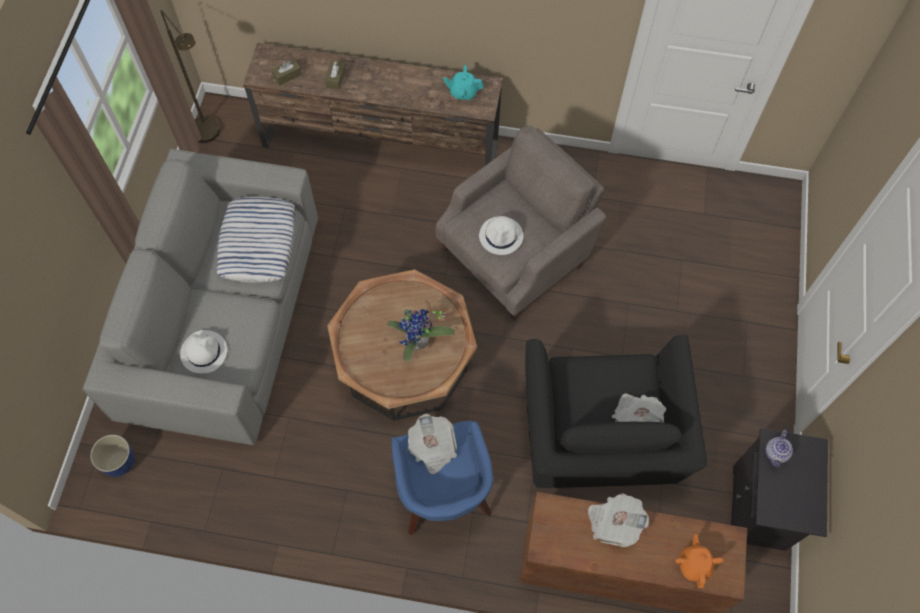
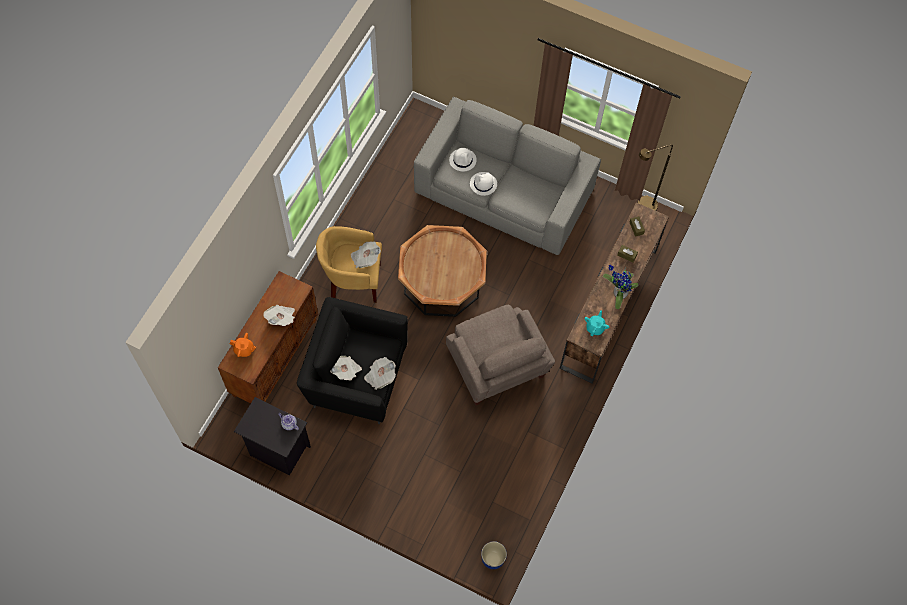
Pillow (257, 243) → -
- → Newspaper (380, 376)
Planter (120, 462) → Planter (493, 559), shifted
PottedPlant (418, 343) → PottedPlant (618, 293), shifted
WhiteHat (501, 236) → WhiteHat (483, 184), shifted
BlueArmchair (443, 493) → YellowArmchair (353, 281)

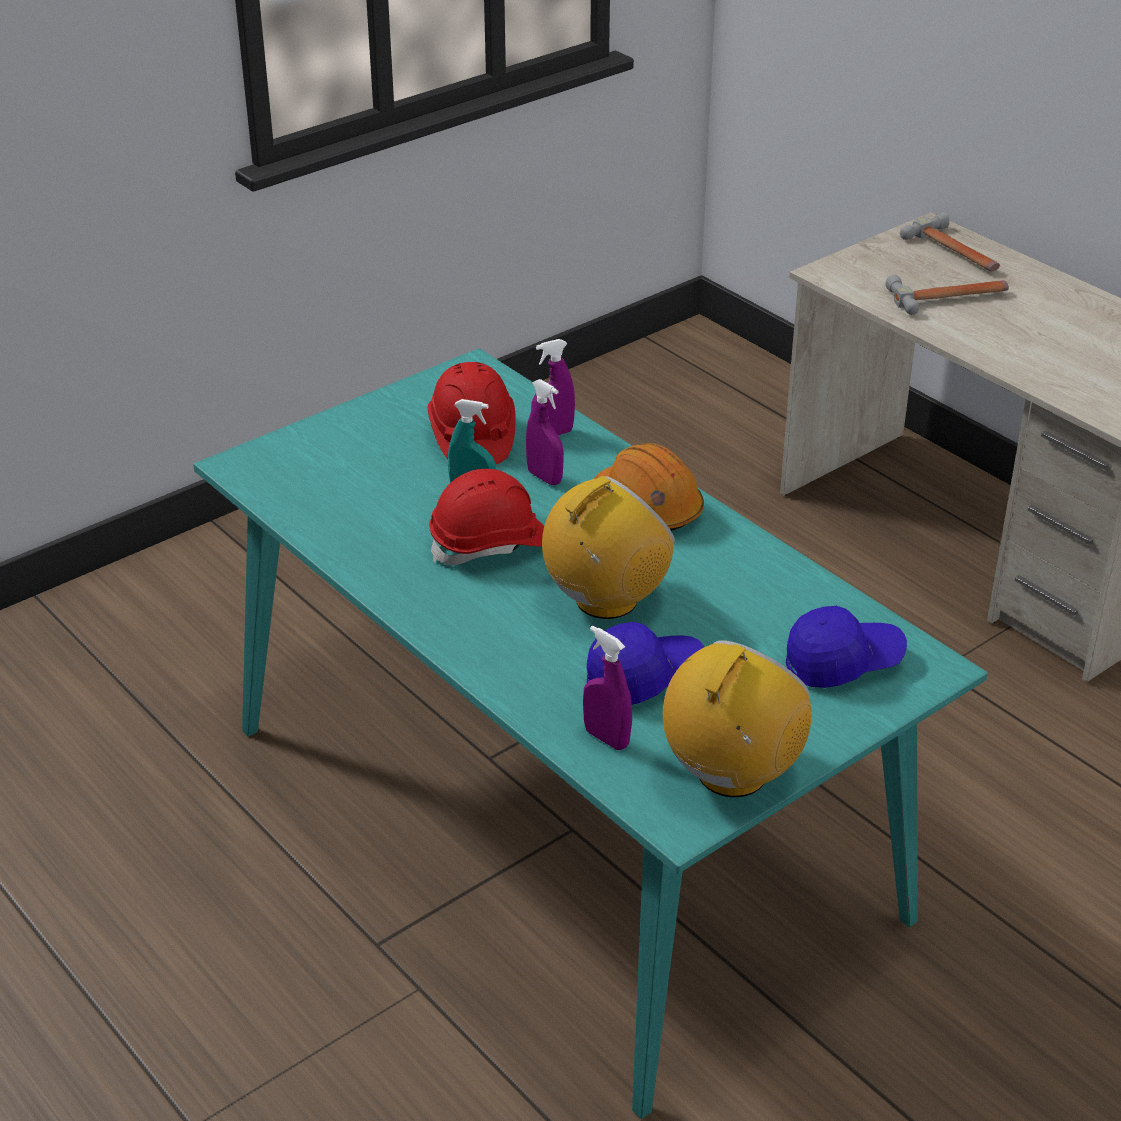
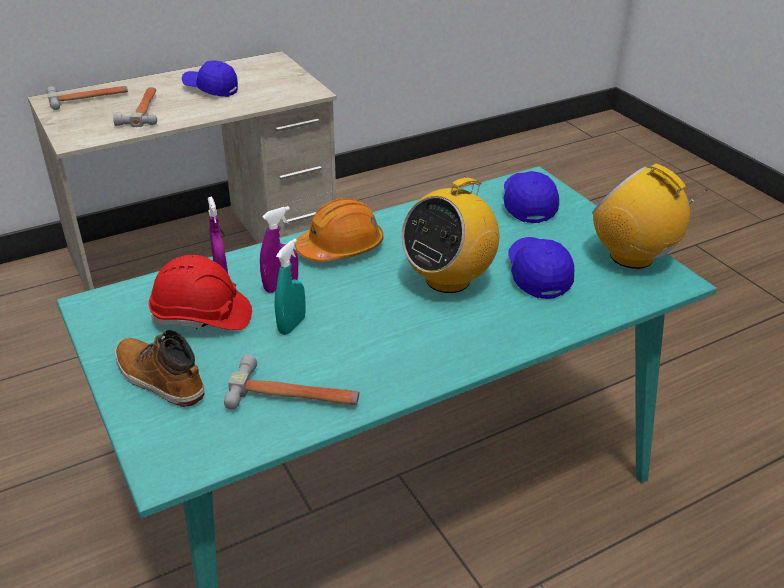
RedHardHat (491, 544) → -
PurpleSprayBottle (606, 738) → -
- → Boot (159, 379)
- → BlueCap (211, 89)
- → Hammer (294, 396)
Radio (606, 600) → Radio (448, 279), 105 degrees counterclockwise

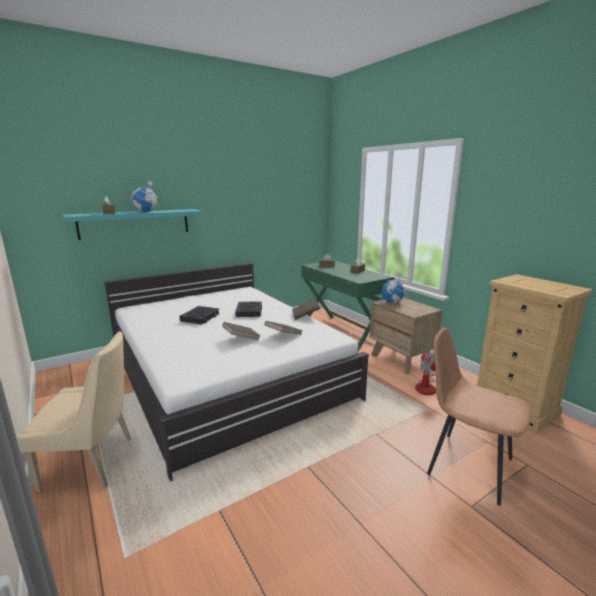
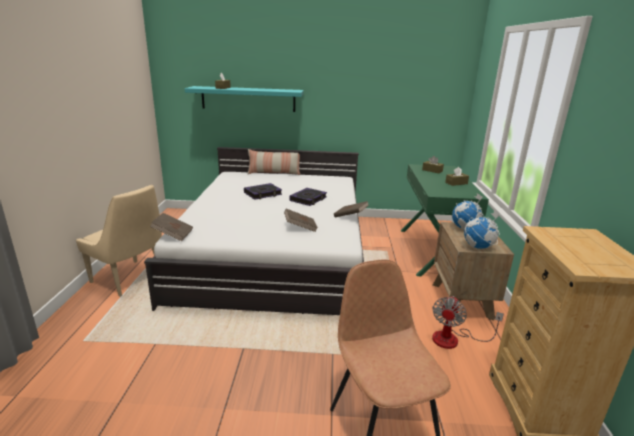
- → Pillow (274, 173)
Globe (146, 212) → Globe (478, 247), shifted
BrownBook (241, 338) → BrownBook (173, 234), shifted

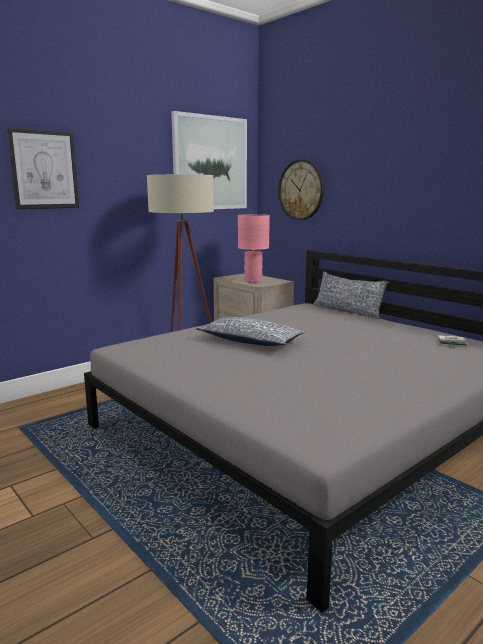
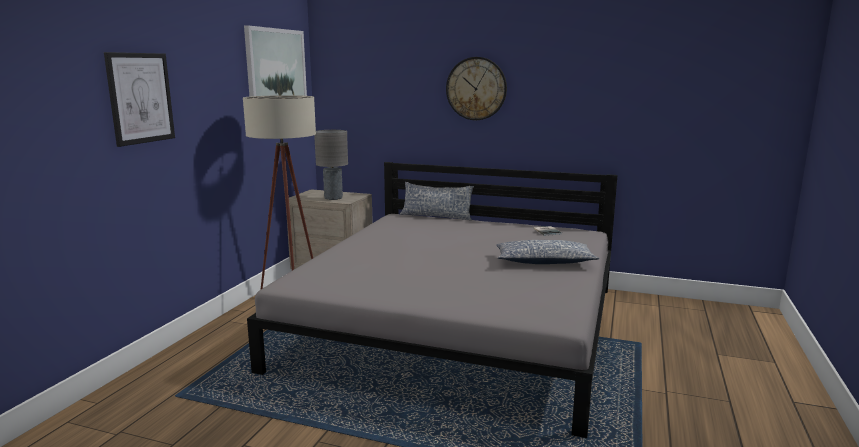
Pillow (250, 341) → Pillow (543, 262), shifted
WallClock (301, 190) → WallClock (476, 88), shifted
PinkTableLamp (253, 281) → GreyTableLamp (333, 198)

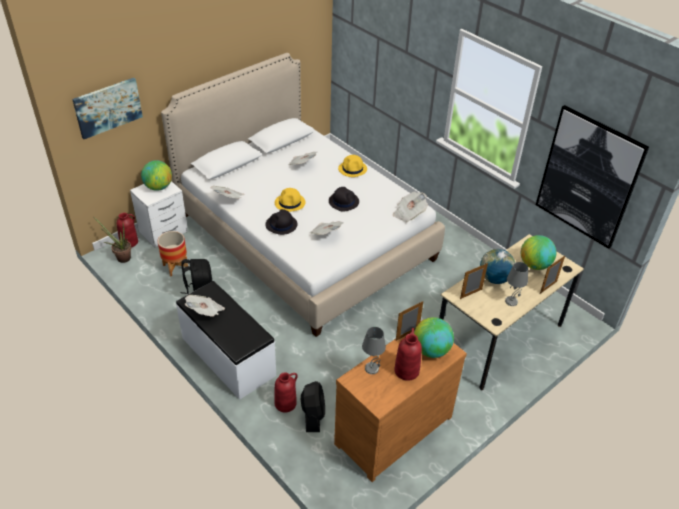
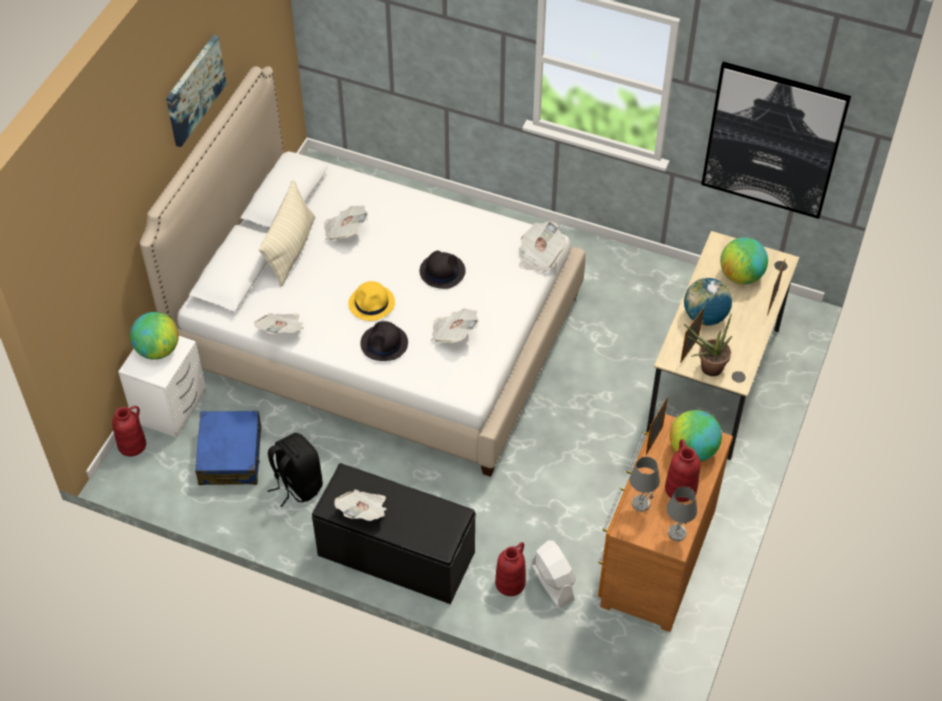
YellowHat (352, 169) → -
- → BeigePillow (291, 249)
Picture (108, 107) → Picture (194, 90), shifted
PottedPlant (121, 257) → PottedPlant (706, 368), shifted
GreyTableLamp (511, 301) → GreyTableLamp (677, 532), shifted
Planter (175, 267) → BlueSuitcase (230, 455)
WhiteBench (227, 357) → BlackBench (396, 554)
BlackFan (313, 414) → WhiteFan (552, 582)

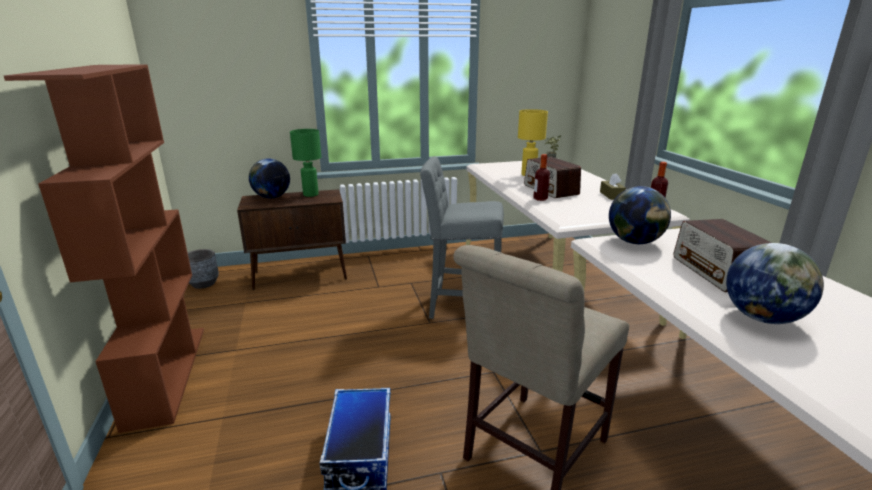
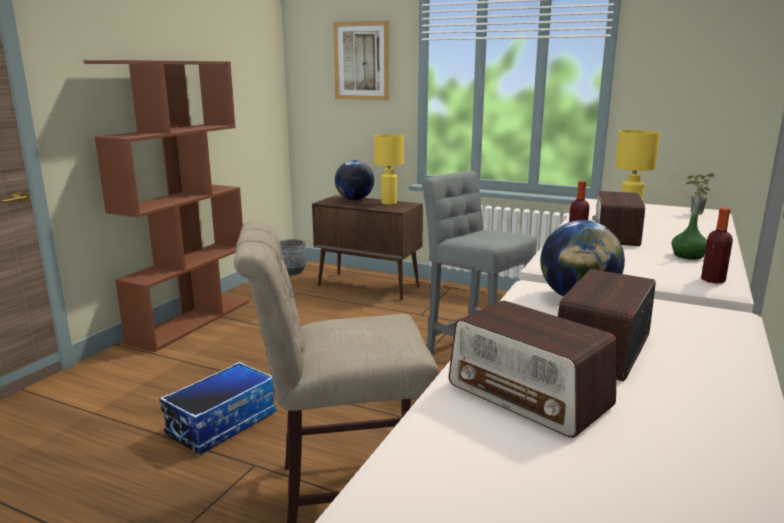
- → Picture (361, 61)
BrownTissueBox (611, 195) → GreenBottle (688, 256)
Globe (762, 318) → Radio (529, 396)
GreenTableLamp (311, 194) → YellowTableLamp (389, 203)

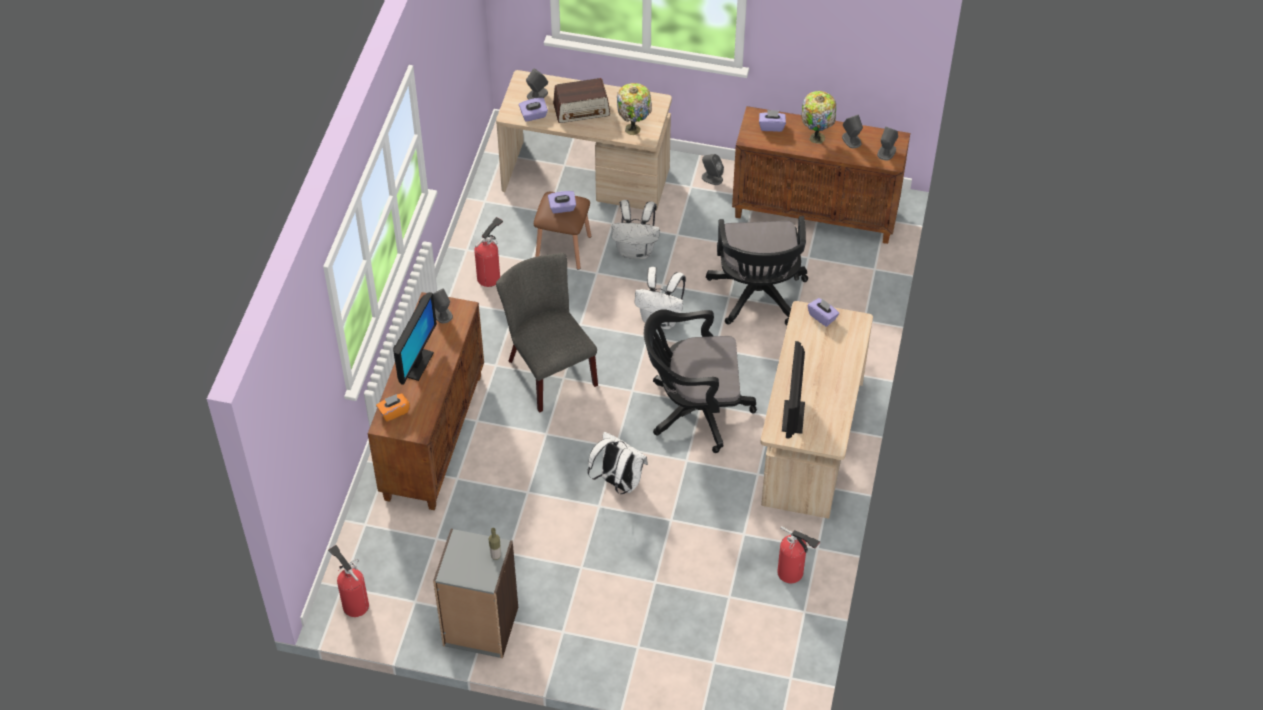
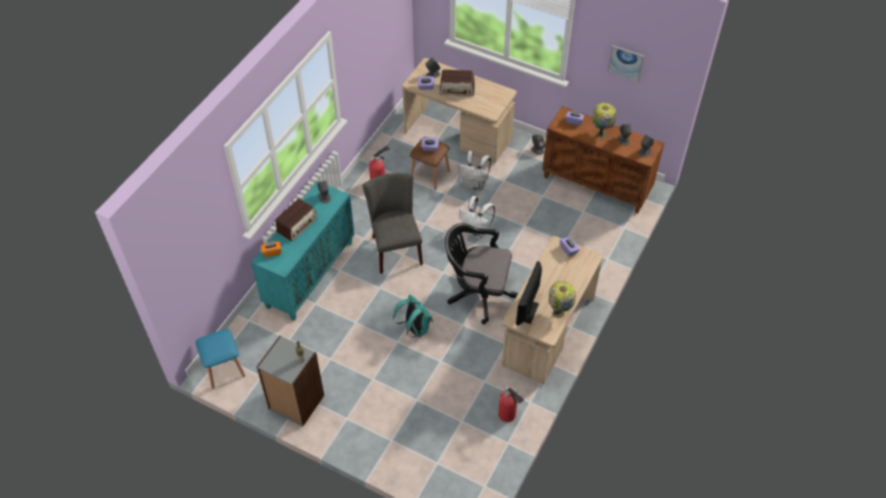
BlackOfficeChair (757, 296) → -
- → Picture (626, 63)
TableLamp (634, 129) → TableLamp (559, 312), shifted
FireExtinguisher (354, 603) → BlueStool (224, 368)
Monitor (416, 364) → Radio (297, 225)
BrownCabinet (433, 436) → TurquoiseCabinet (310, 274)
WhiteBackpack (618, 482) → TurquoiseBackpack (414, 329)

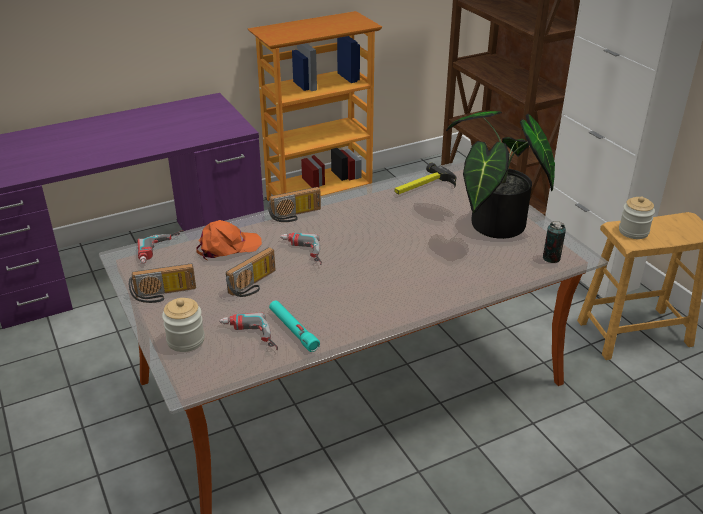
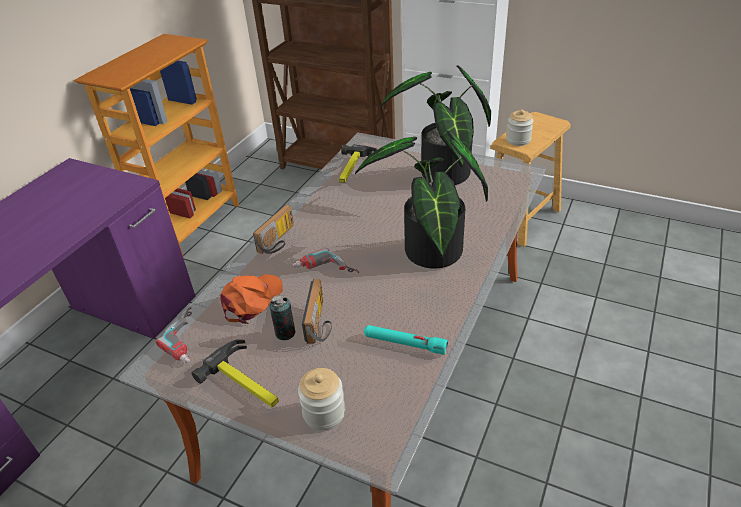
PowerDrill (248, 338) → -
- → PottedPlant (430, 255)
Can (551, 258) → Can (285, 333), shifted
Radio (164, 295) → Hammer (246, 381)

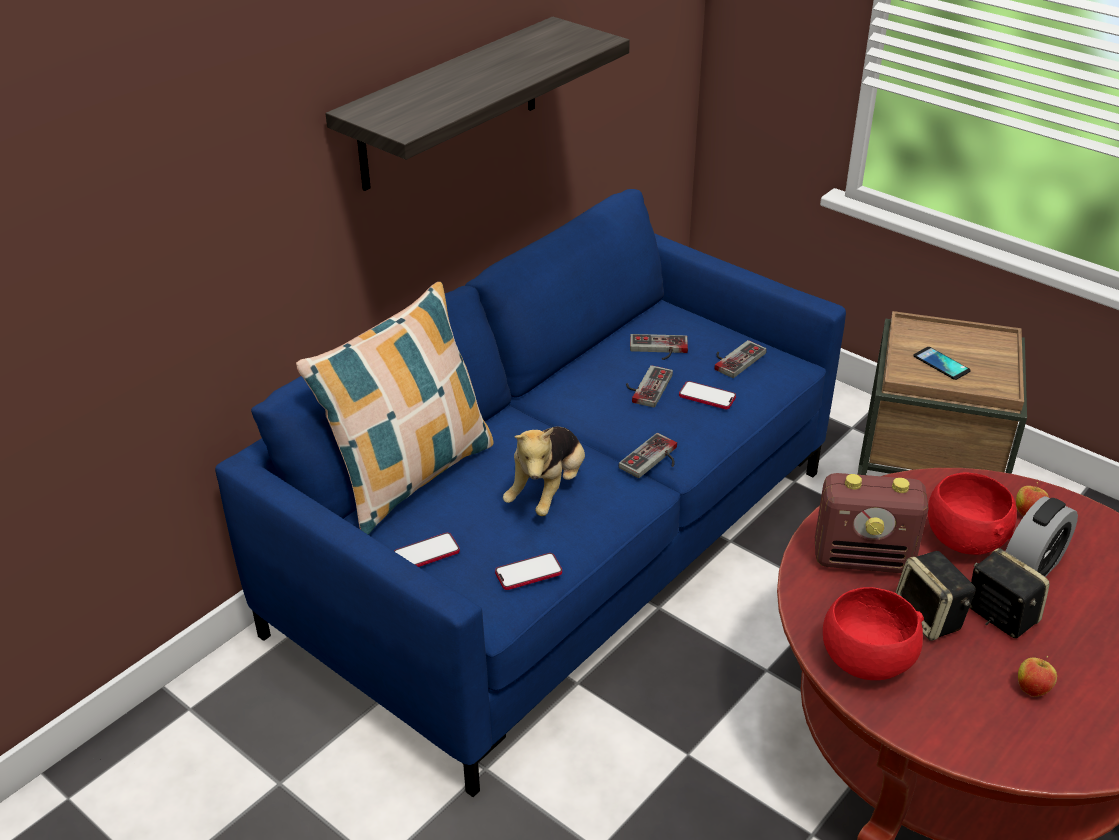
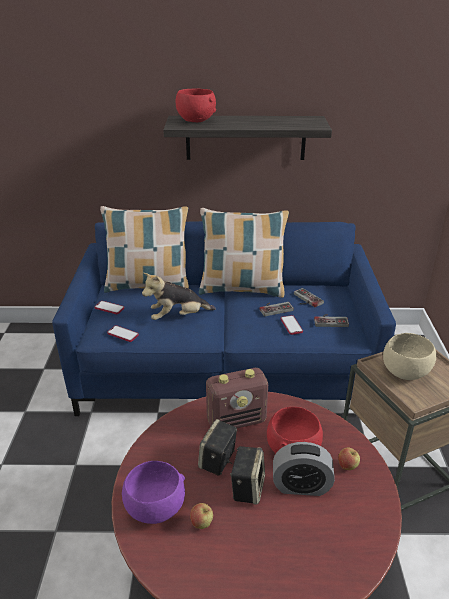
GameController (654, 460) → -
- → PurpleBowl (154, 509)
- → Pillow (242, 289)
RedBowl (864, 661) → RedBowl (195, 121), shifted
Phone (941, 364) → BeigeBowl (404, 373)
Radio (864, 559) → Radio (237, 420), 75 degrees counterclockwise

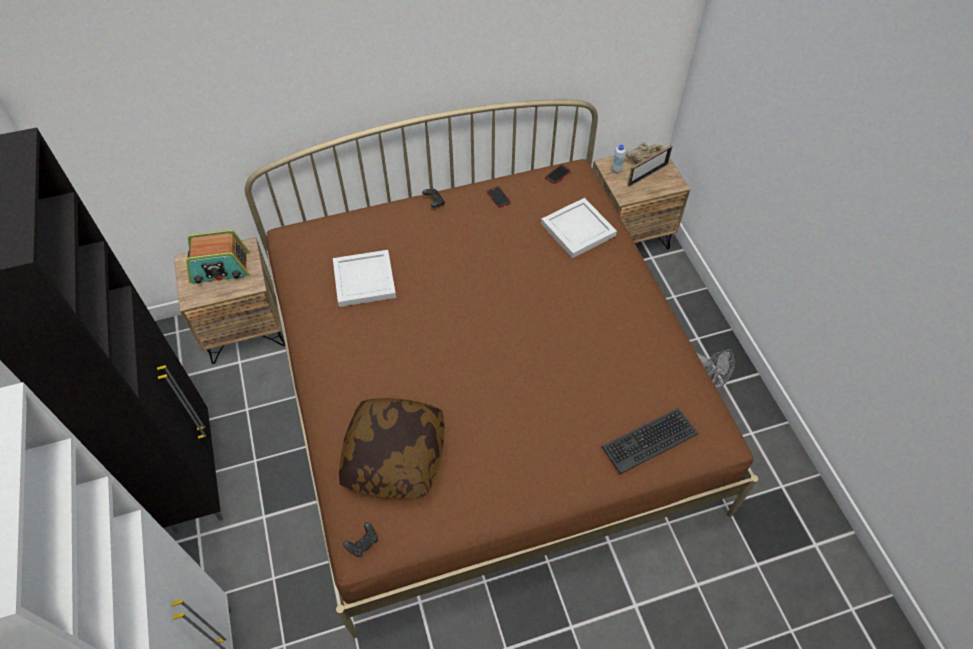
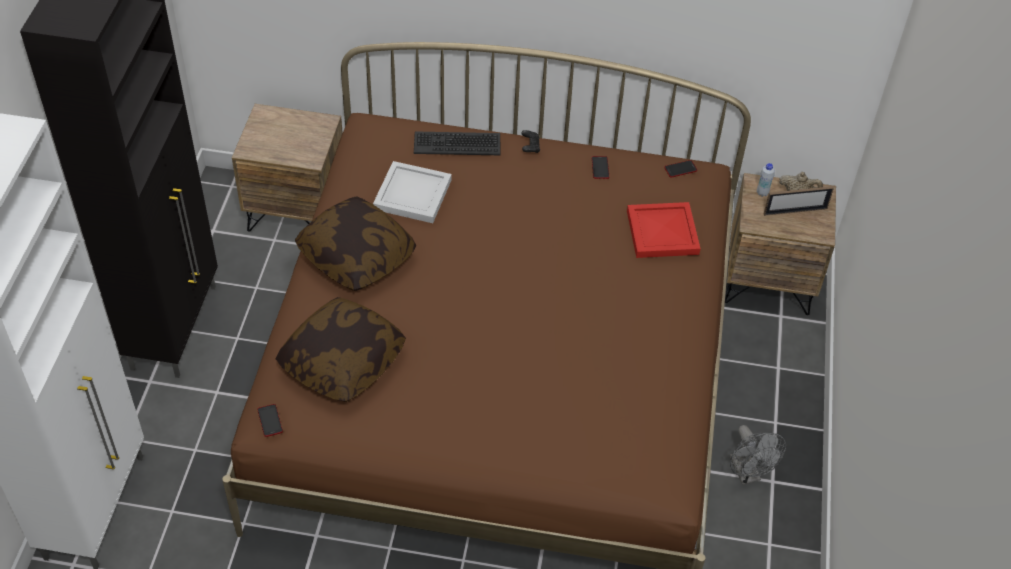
Radio (220, 268) → -
- → Pillow (357, 256)
Keyboard (649, 440) → Keyboard (457, 143), shifted
BlackGameController (362, 543) → Phone (270, 421)
WhiteTray (579, 230) → RedTray (663, 233)

